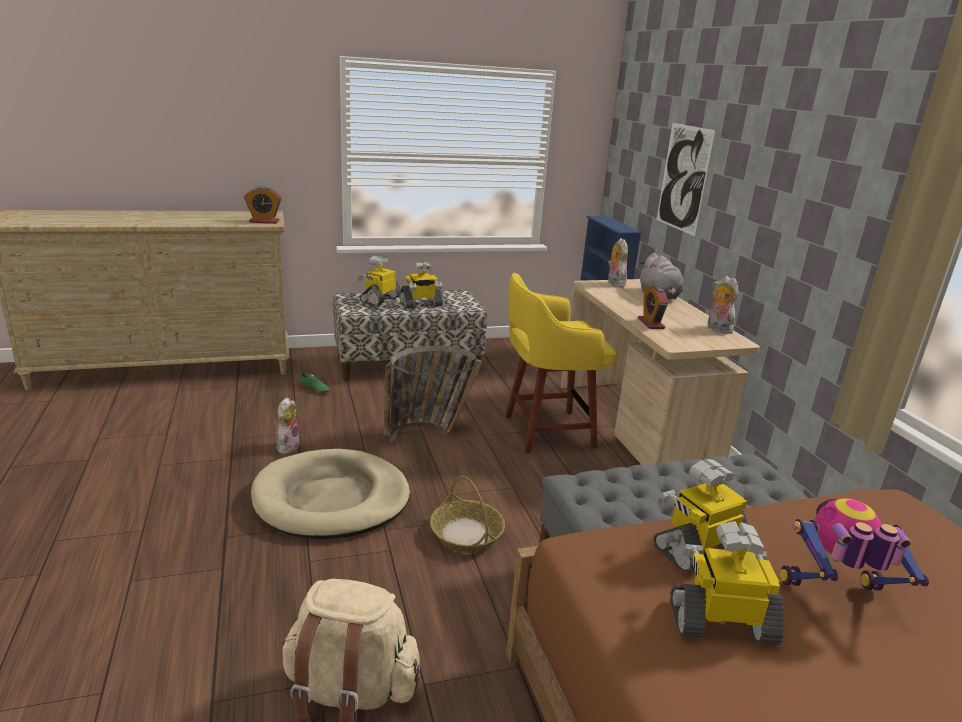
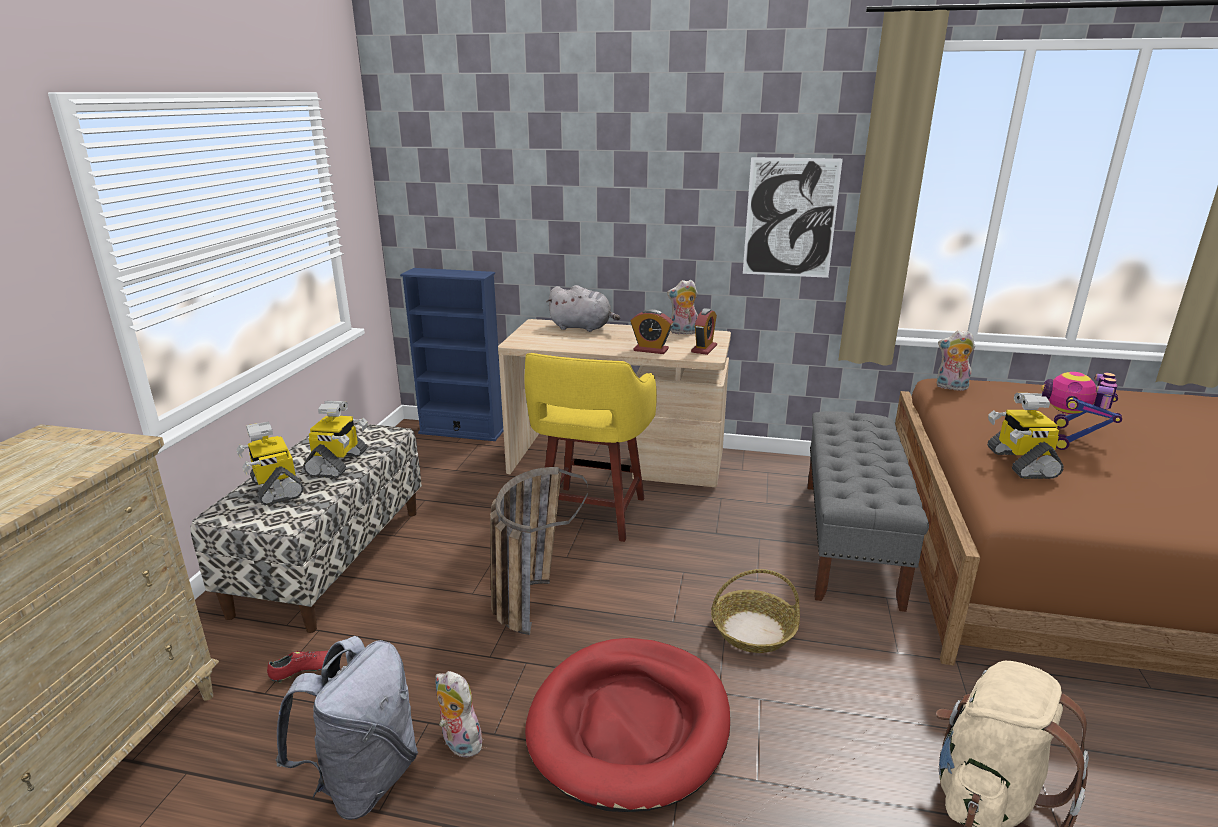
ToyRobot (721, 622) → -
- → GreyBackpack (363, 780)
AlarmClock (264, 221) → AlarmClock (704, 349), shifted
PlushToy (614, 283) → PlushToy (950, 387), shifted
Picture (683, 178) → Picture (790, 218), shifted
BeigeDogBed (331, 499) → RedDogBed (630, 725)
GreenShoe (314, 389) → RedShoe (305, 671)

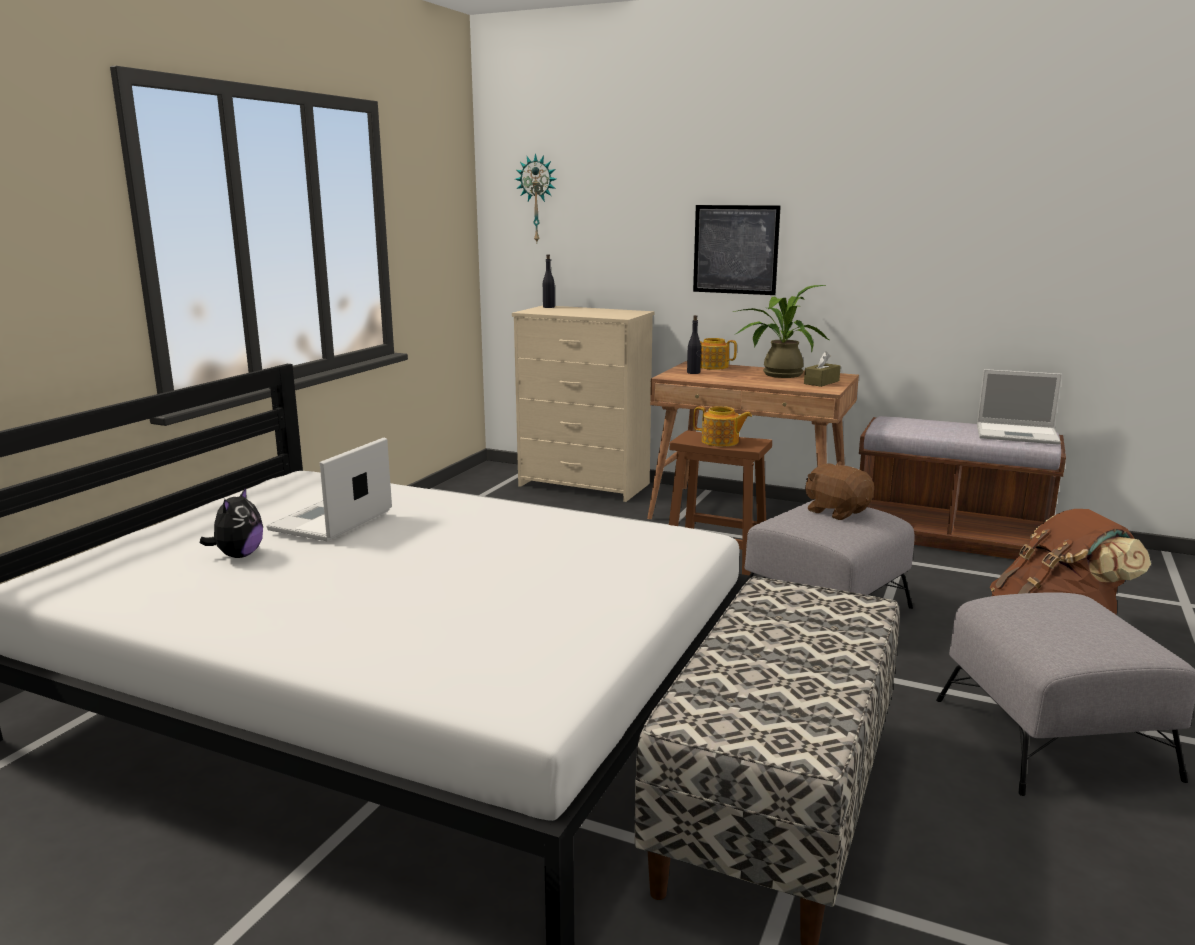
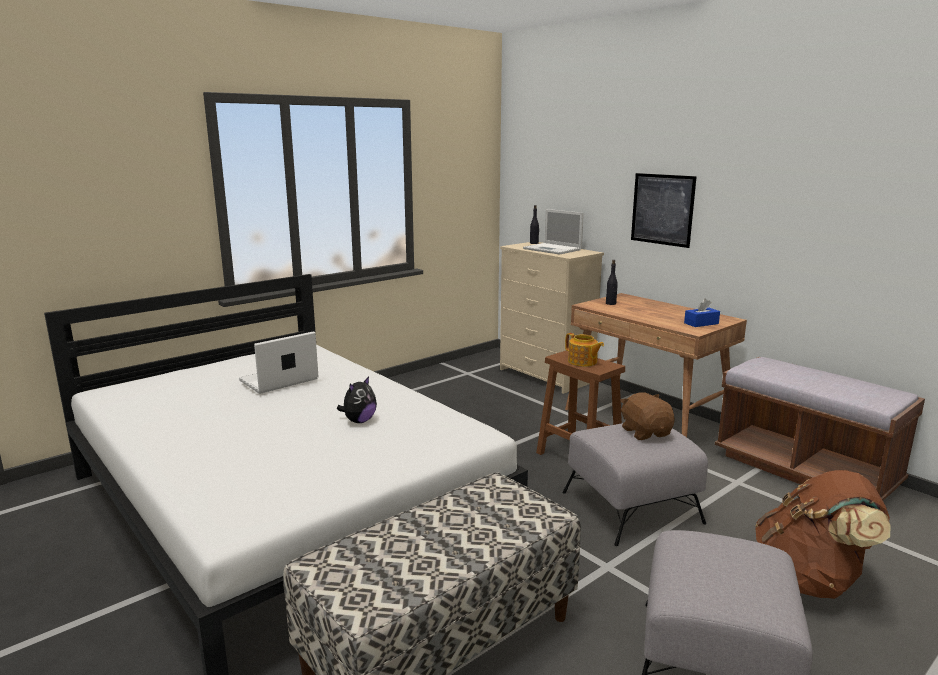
WallClock (537, 199) → -
Teapot (712, 366) → -
PottedPlant (777, 374) → -
PlushToy (238, 555) → PlushToy (359, 421), shifted
Laptop (1018, 434) → Laptop (553, 249), shifted
BrownTissueBox (821, 382) → BlueTissueBox (701, 323)

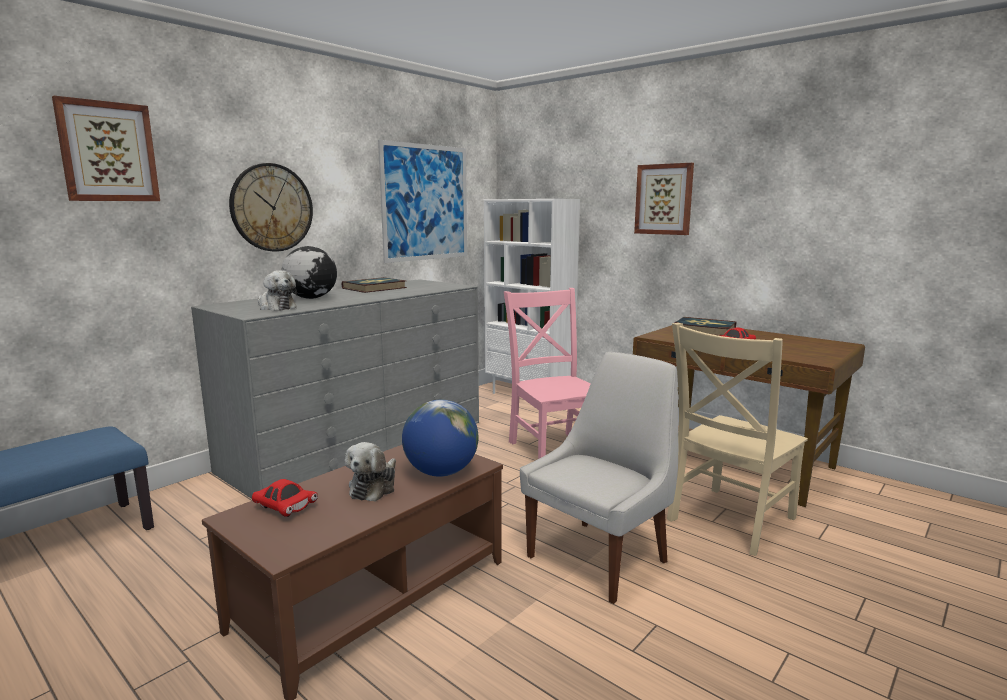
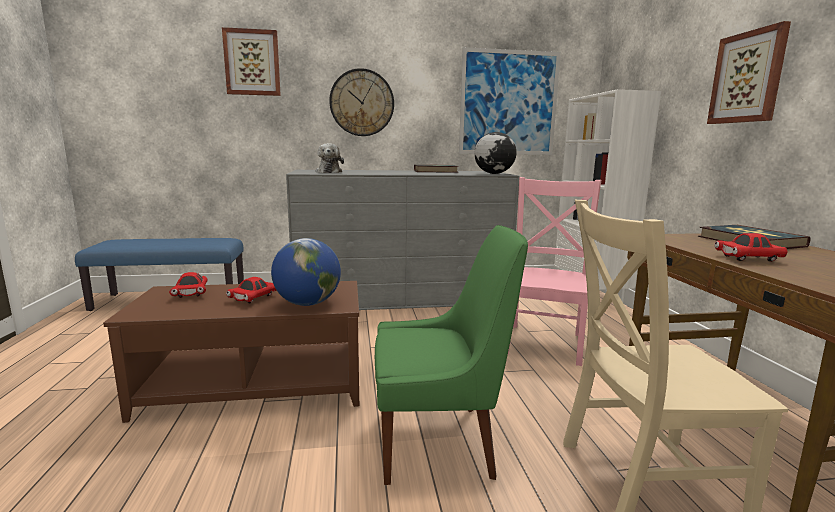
Globe (311, 298) → Globe (493, 173), shifted
PlushToy (374, 487) → RedToyCar (253, 298)
WhiteChair (600, 557) → GreenChair (440, 442)

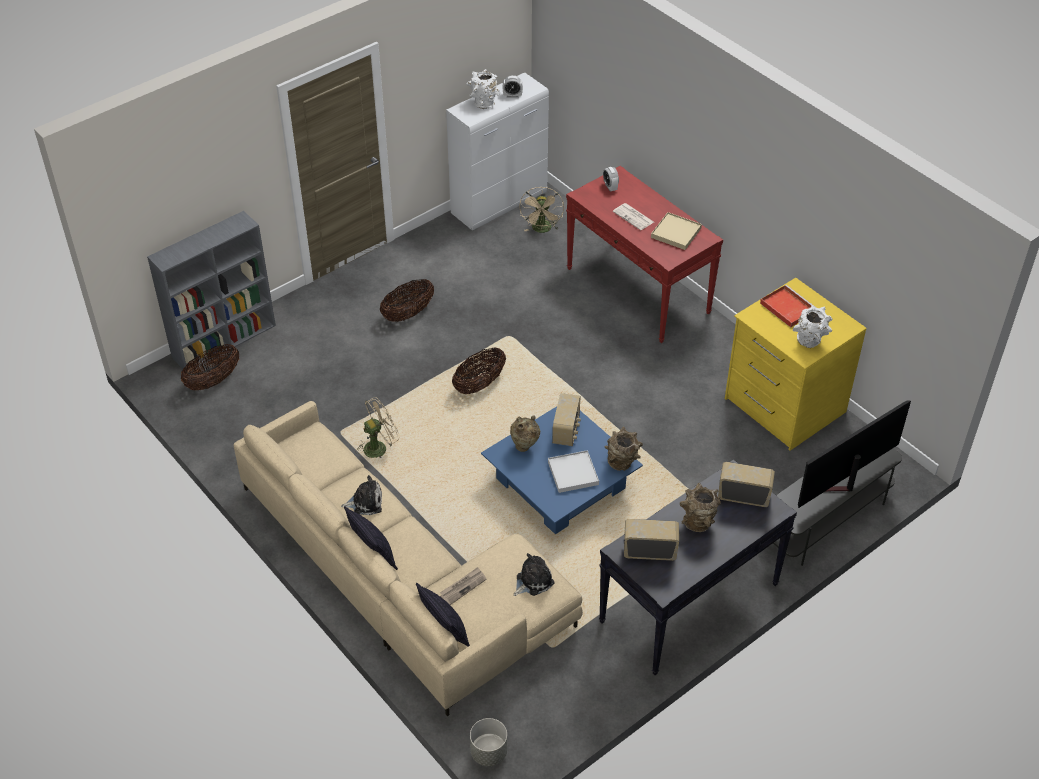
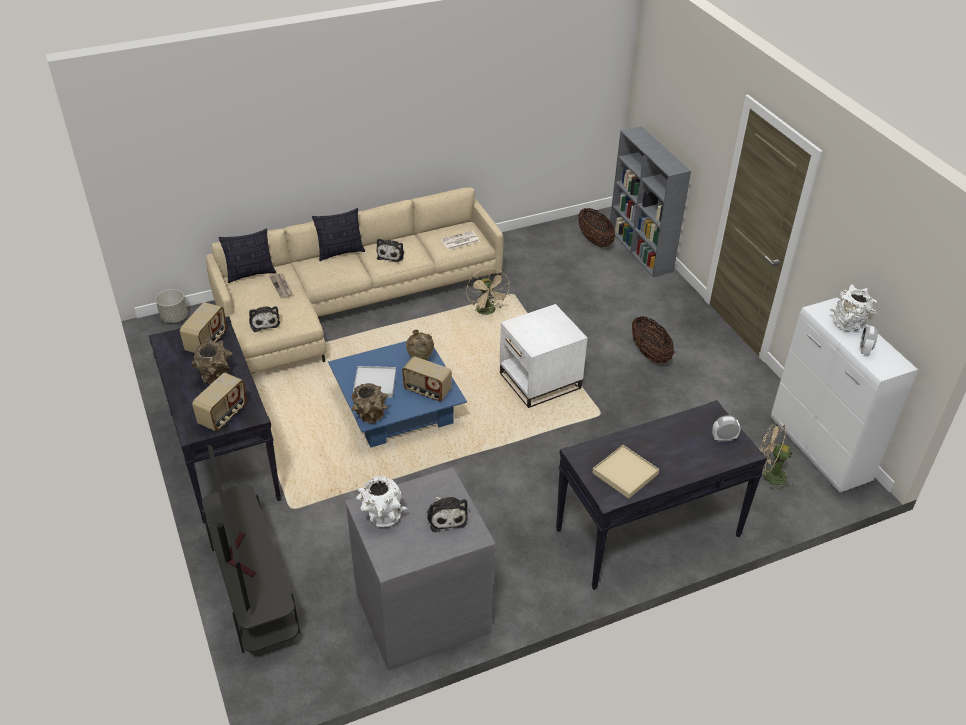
Newspaper (634, 217) → Newspaper (460, 241), shifted
Basket (479, 384) → WhiteSideTable (540, 381)
RedTray (786, 307) → PlushToy (446, 516)
RedConsoleTable (638, 290) → BlackConsoleTable (647, 533)
YellowDresser (783, 406) → GreyDresser (421, 610)

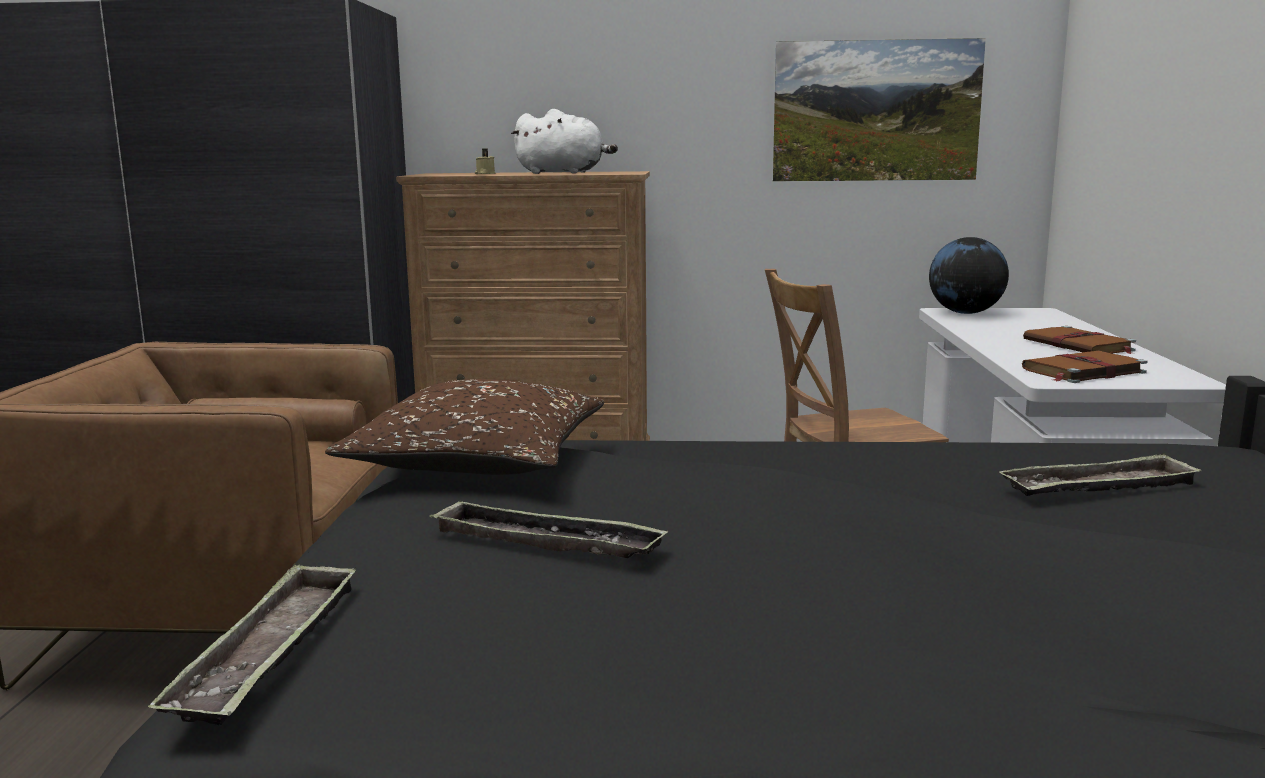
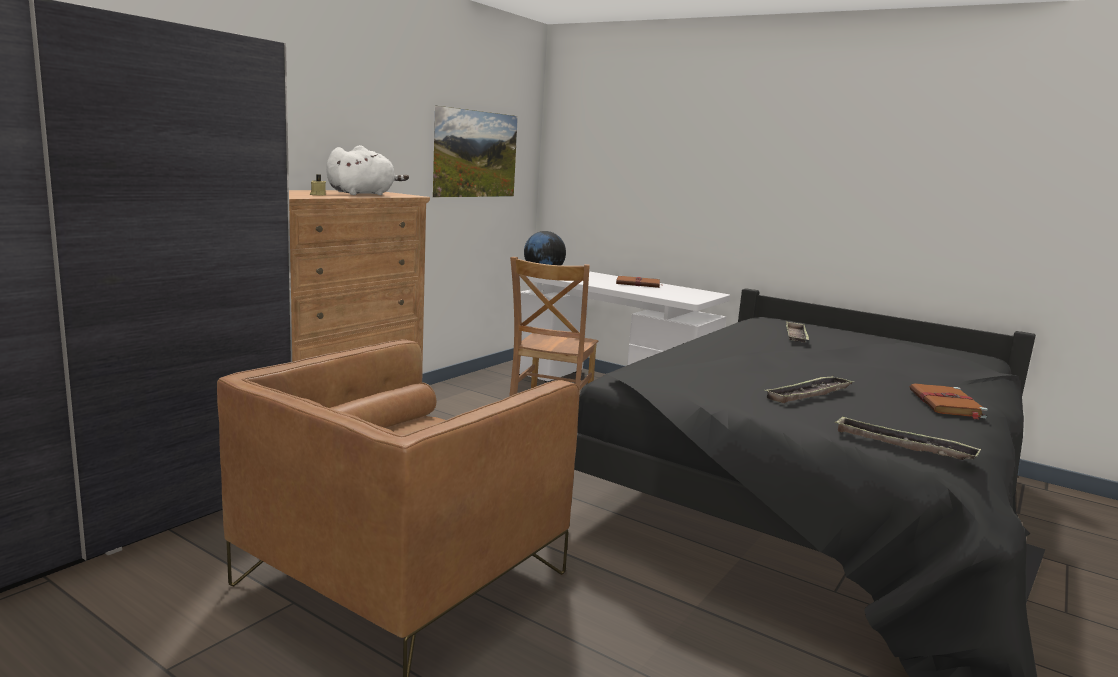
BrownPillow (480, 461) → -
BrownBook (1082, 371) → BrownBook (946, 404), shifted

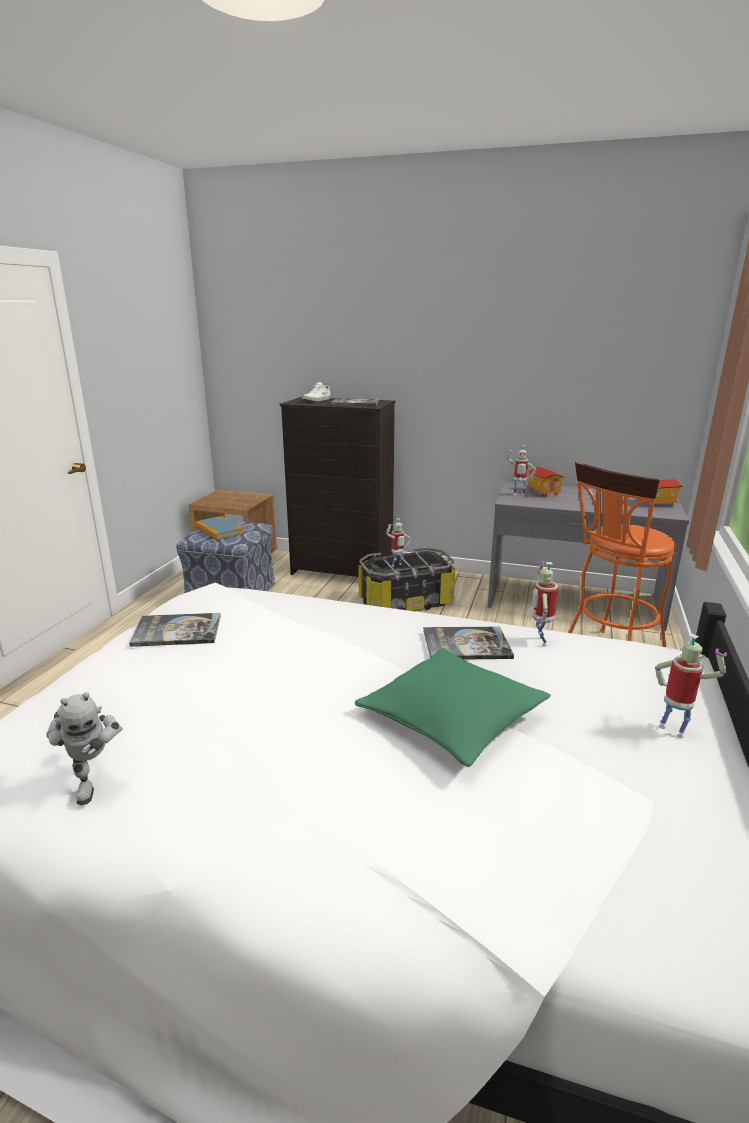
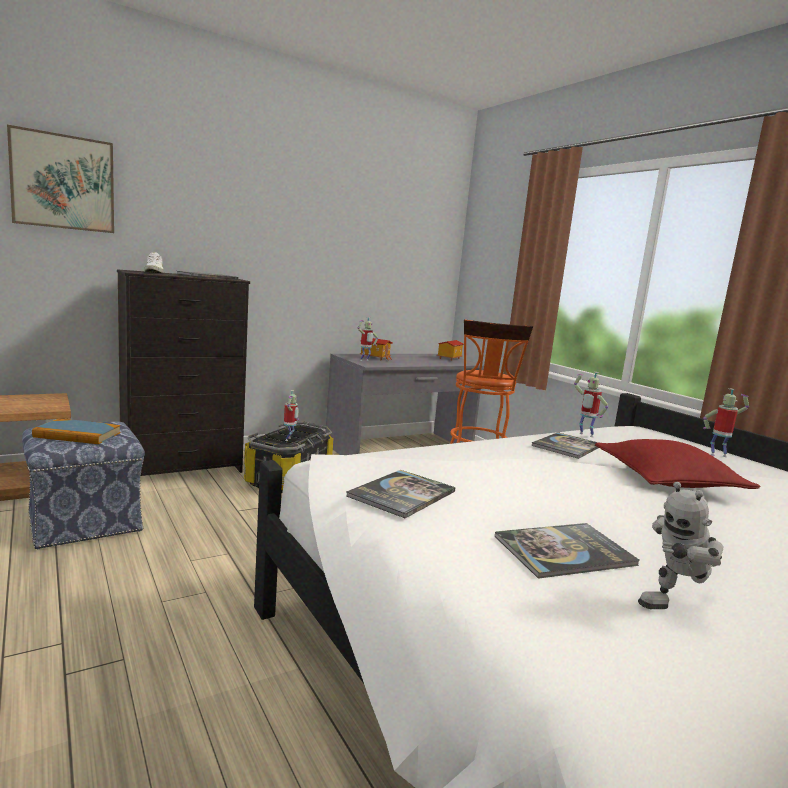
- → Picture (63, 182)
- → Book (564, 551)
GreenPillow (452, 718) → RedPillow (667, 480)
ToyRobot (93, 780) → ToyRobot (676, 606), 135 degrees clockwise

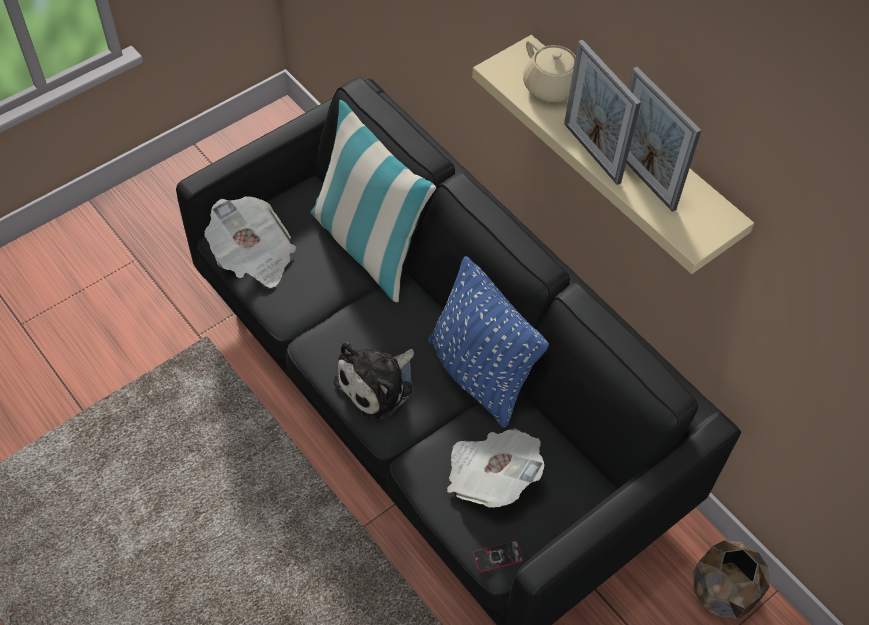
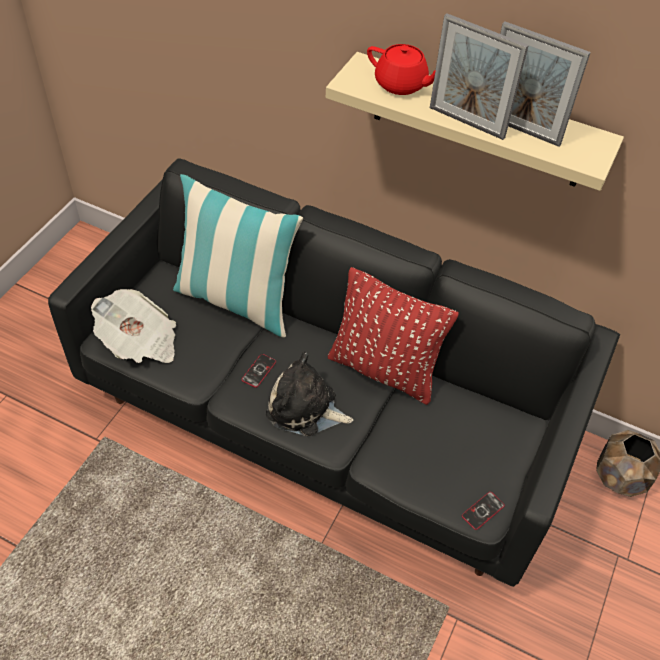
Newspaper (490, 476) → -
- → Phone (259, 371)
BluePillow (479, 374) → RedPillow (384, 370)
BeigeTeapot (552, 88) → RedTeapot (401, 85)
PlushToy (378, 384) → PlushToy (305, 408), 90 degrees clockwise

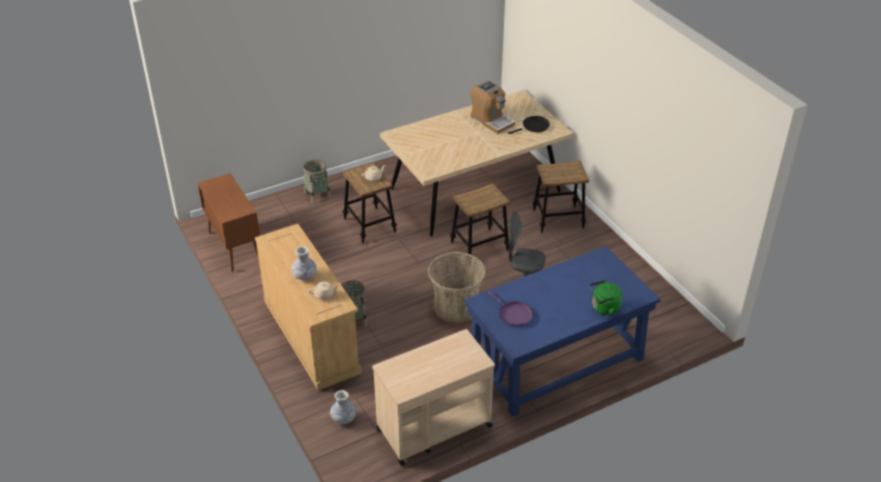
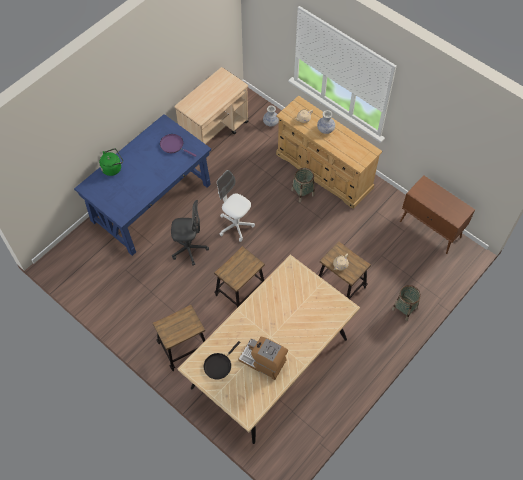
Basket (456, 306) → WhiteOfficeChair (235, 226)

